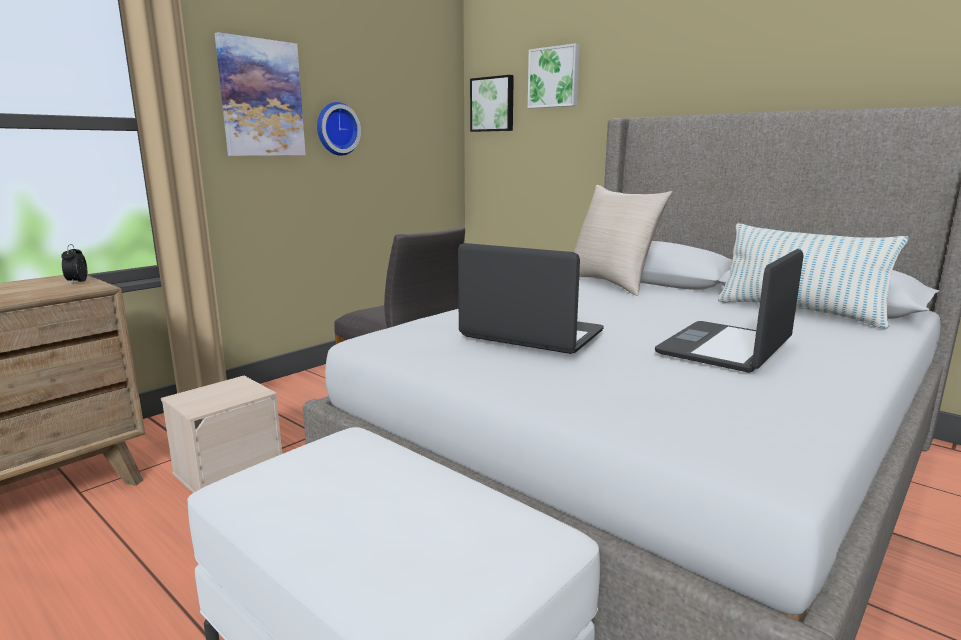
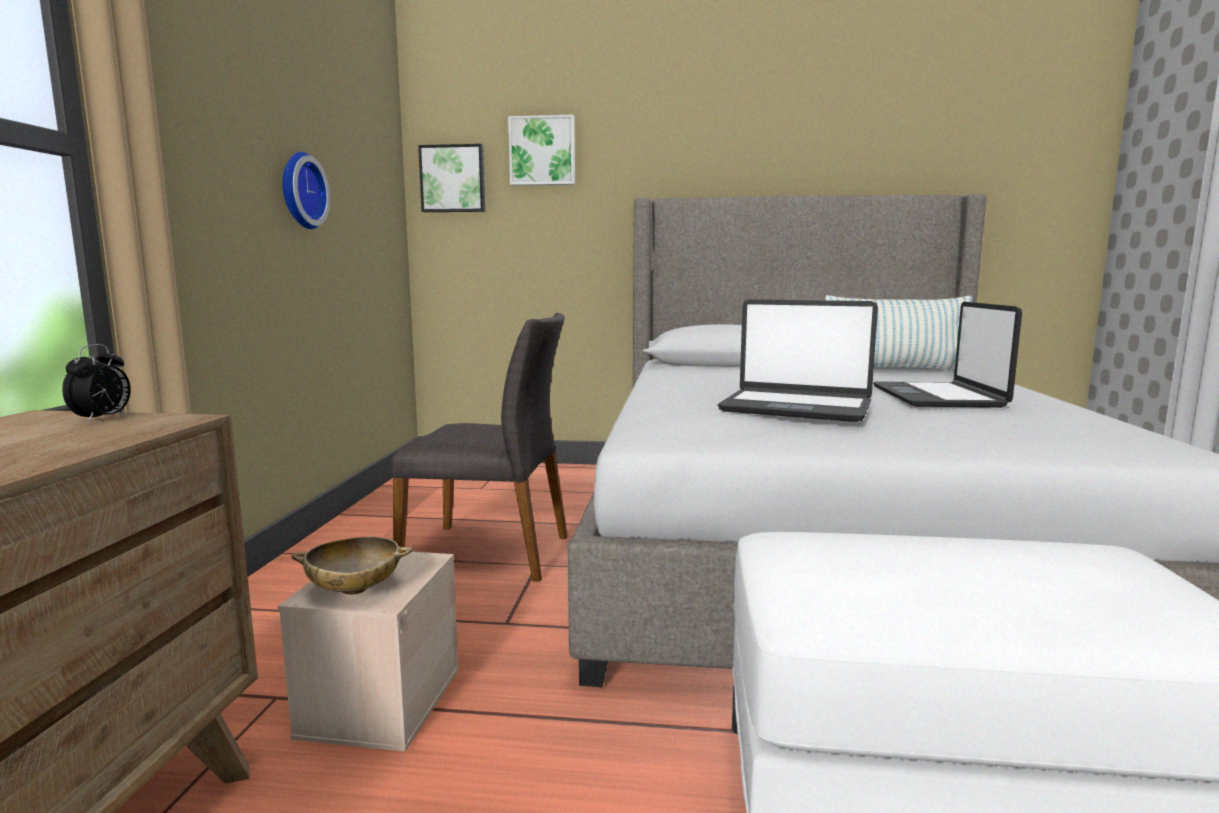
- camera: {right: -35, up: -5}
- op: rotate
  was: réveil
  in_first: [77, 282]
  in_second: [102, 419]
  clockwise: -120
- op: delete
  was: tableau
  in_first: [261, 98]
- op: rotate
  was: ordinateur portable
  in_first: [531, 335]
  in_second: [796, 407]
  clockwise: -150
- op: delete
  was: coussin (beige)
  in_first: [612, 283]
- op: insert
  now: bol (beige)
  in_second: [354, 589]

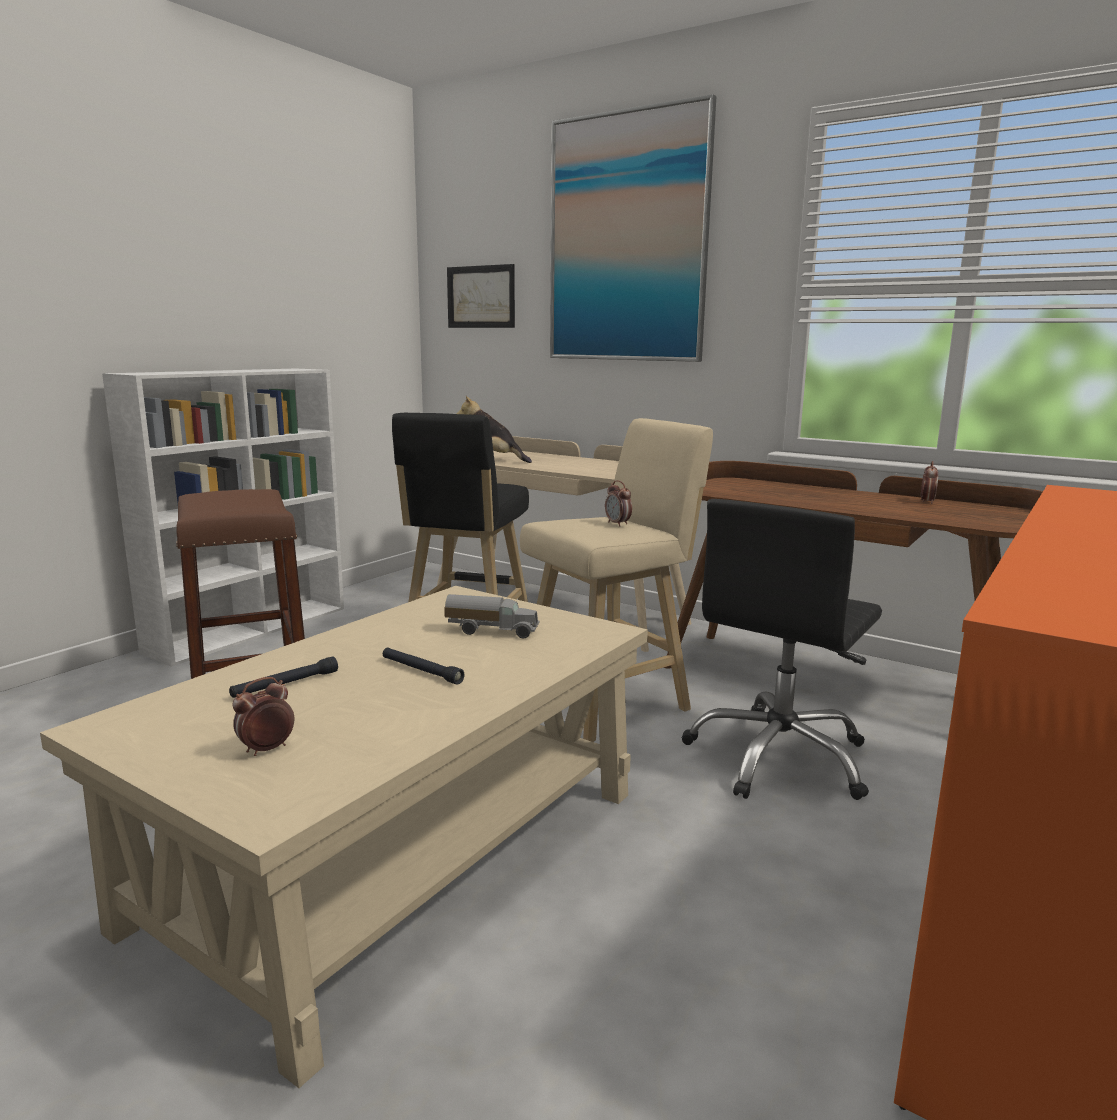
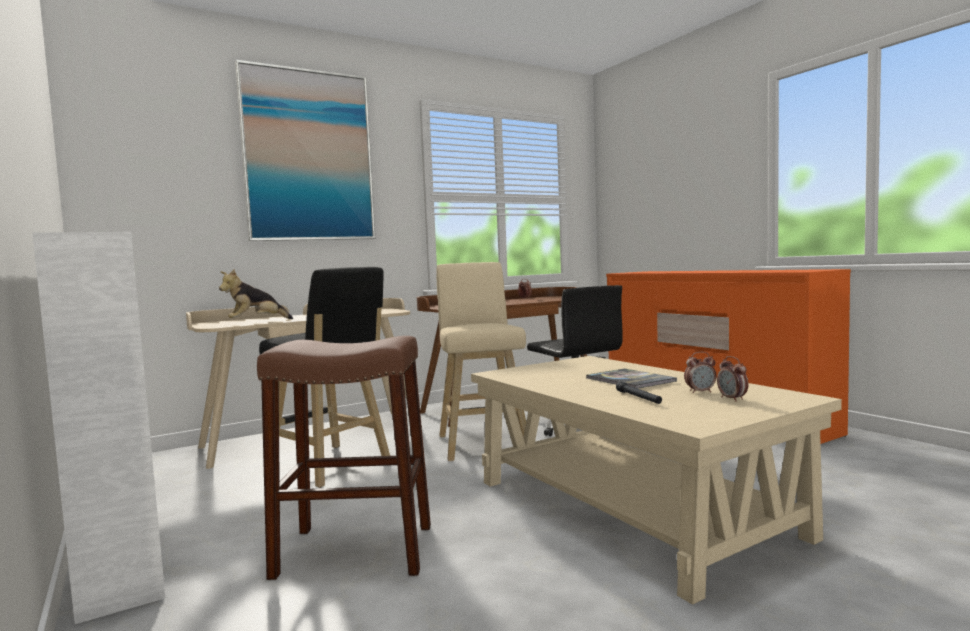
- camera: {right: -65, up: -10}
- op: replace
  was: lampe de poche (noir)
  now: livre
  in_first: [421, 671]
  in_second: [630, 380]
- op: delete
  was: camion jouet
  in_first: [492, 631]
- op: delete
  was: tableau
  in_first: [481, 297]
- op: move
  was: réveil
  in_first: [618, 524]
  in_second: [700, 392]

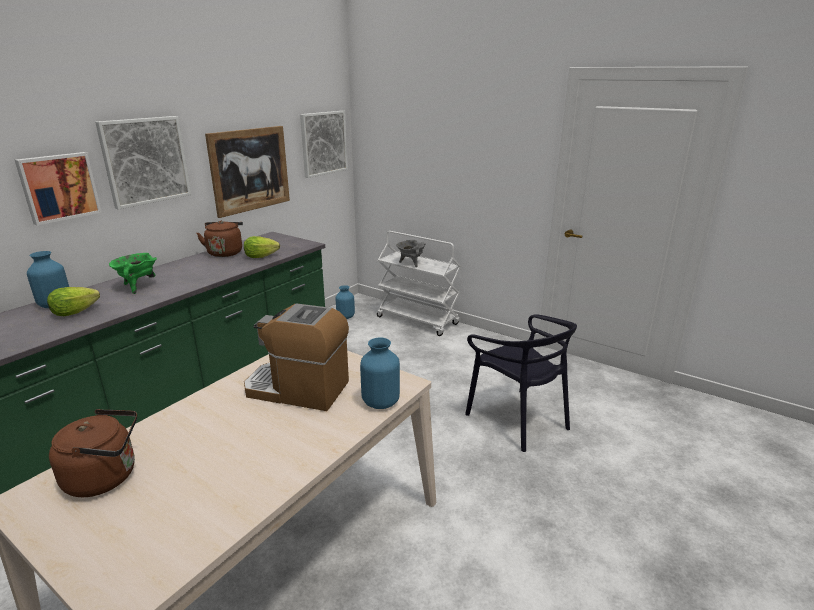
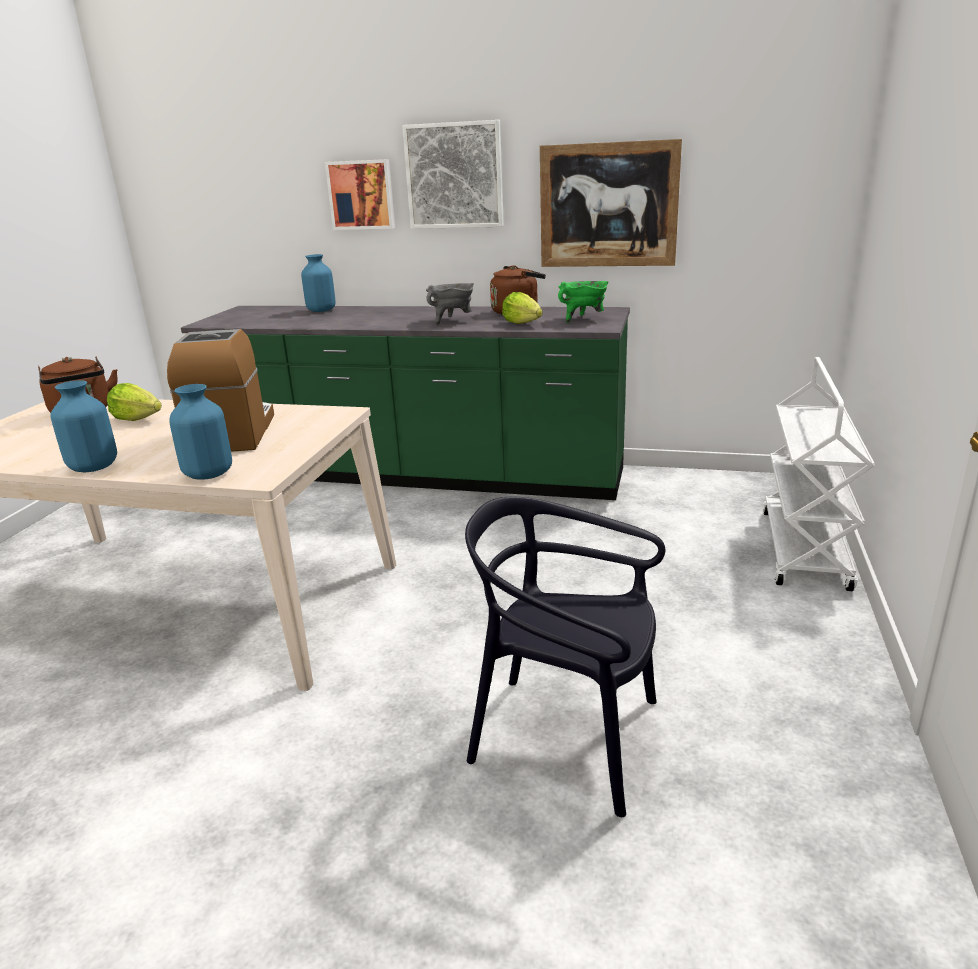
- camera: {right: 70, up: 0}
- op: move
  was: laitue
  in_first: [74, 312]
  in_second: [137, 419]
- op: move
  was: marmite (vert)
  in_first: [138, 287]
  in_second: [583, 319]
- op: delete
  was: tableau
  in_first: [323, 143]
- op: move
  was: vase (bleu)
  in_first: [345, 317]
  in_second: [93, 467]
- op: move
  was: marmite (gris)
  in_first: [411, 263]
  in_second: [452, 321]
- op: rotate
  was: chaise (noir)
  in_first: [517, 419]
  in_second: [567, 737]
  clockwise: 75

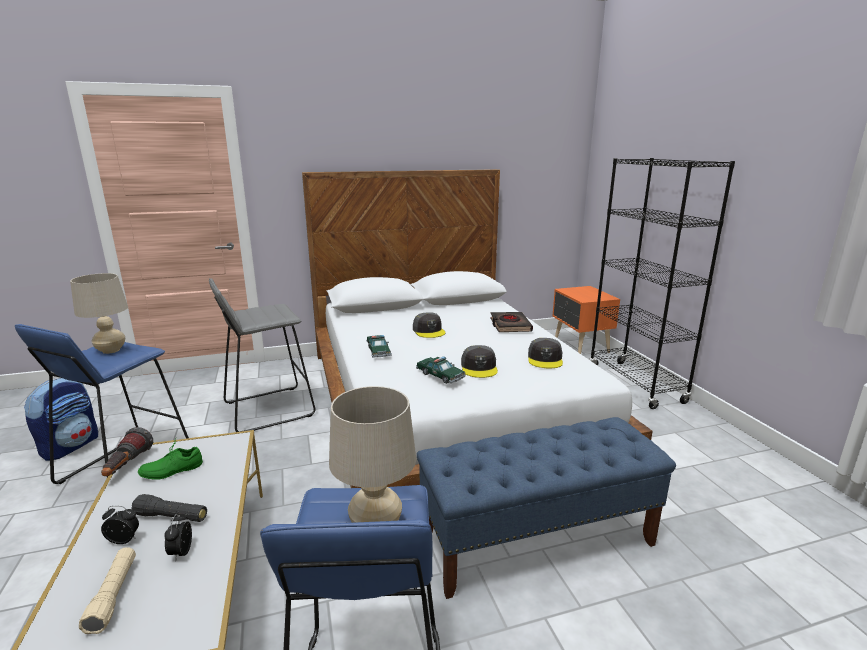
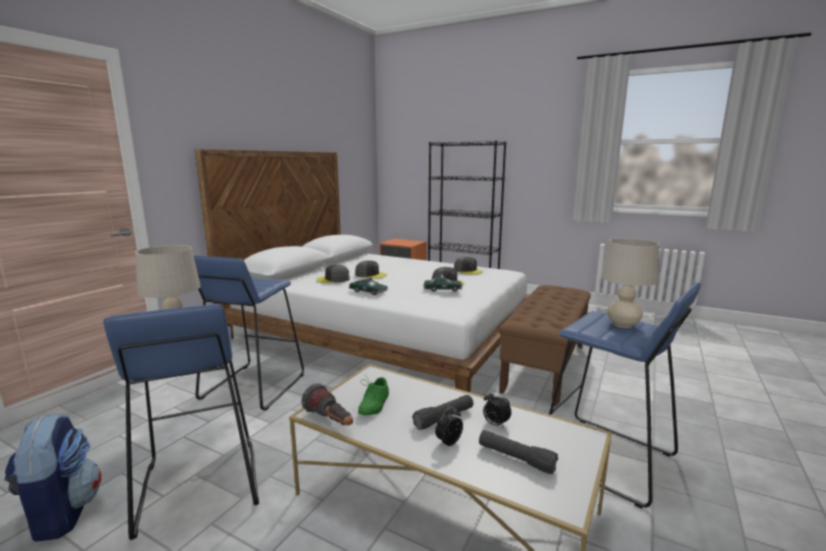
- camera: {right: -45, up: -5}
- op: recolor
  was: lampe de poche (beige)
  now: lampe de poche (noir)
  in_first: [113, 596]
  in_second: [516, 459]
- op: recolor
  was: tabouret (gris)
  now: tabouret (bleu)
  in_first: [268, 409]
  in_second: [253, 387]
- op: recolor
  was: banc (bleu)
  now: banc (marron)
  in_first: [537, 539]
  in_second: [545, 367]
- op: delete
  was: livre (noir)
  in_first: [510, 325]
- op: insert
  now: casquette (gris)
  in_second: [333, 279]

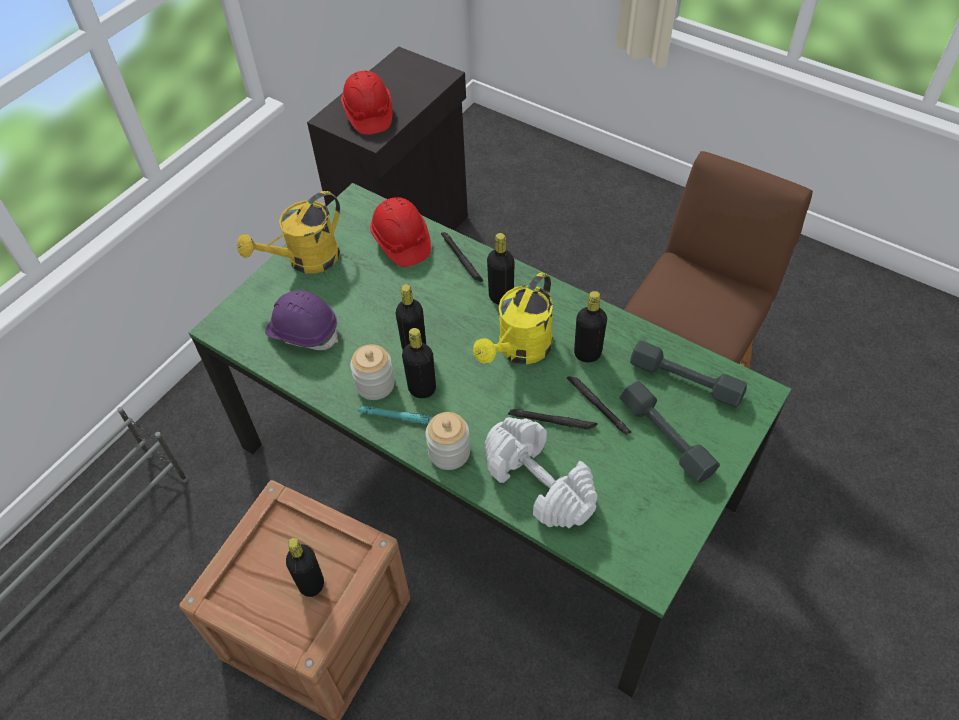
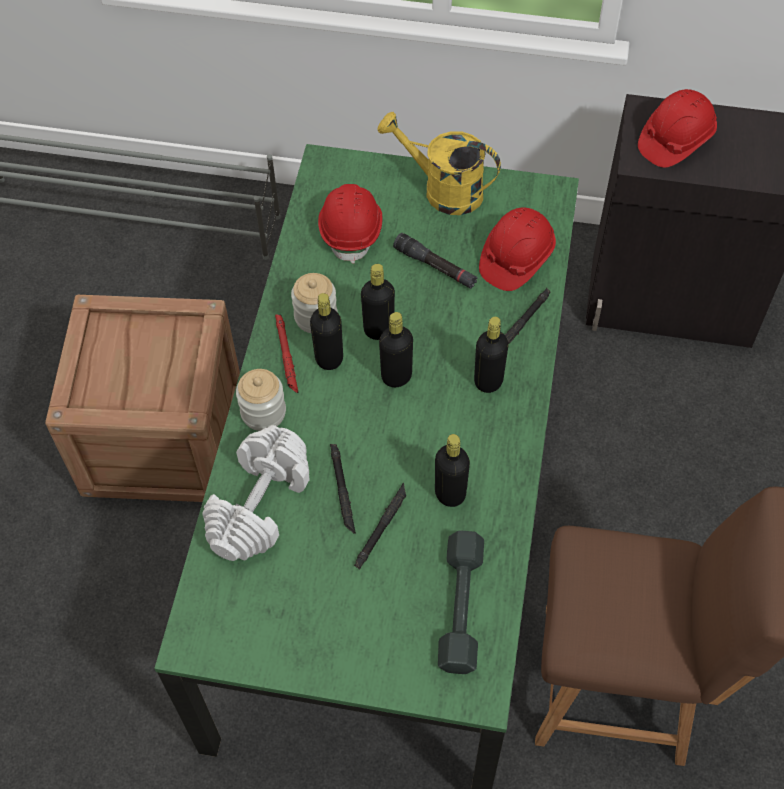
- camera: {right: 65, up: 5}
- op: recolor
  was: casque de chantier (violet)
  now: casque de chantier (rouge)
  in_first: [303, 331]
  in_second: [351, 230]
- op: move
  was: bouteille (noir)
  in_first: [311, 584]
  in_second: [396, 376]
- op: recolor
  was: lampe de poche (turquoise)
  now: lampe de poche (rouge)
  in_first: [401, 417]
  in_second: [286, 355]
- op: delete
  was: arrosoir (jaune)
  in_first: [519, 351]
- op: delete
  was: haltère (gris)
  in_first: [665, 437]
- op: insert
  now: lampe de poche (noir)
  in_second: [435, 267]

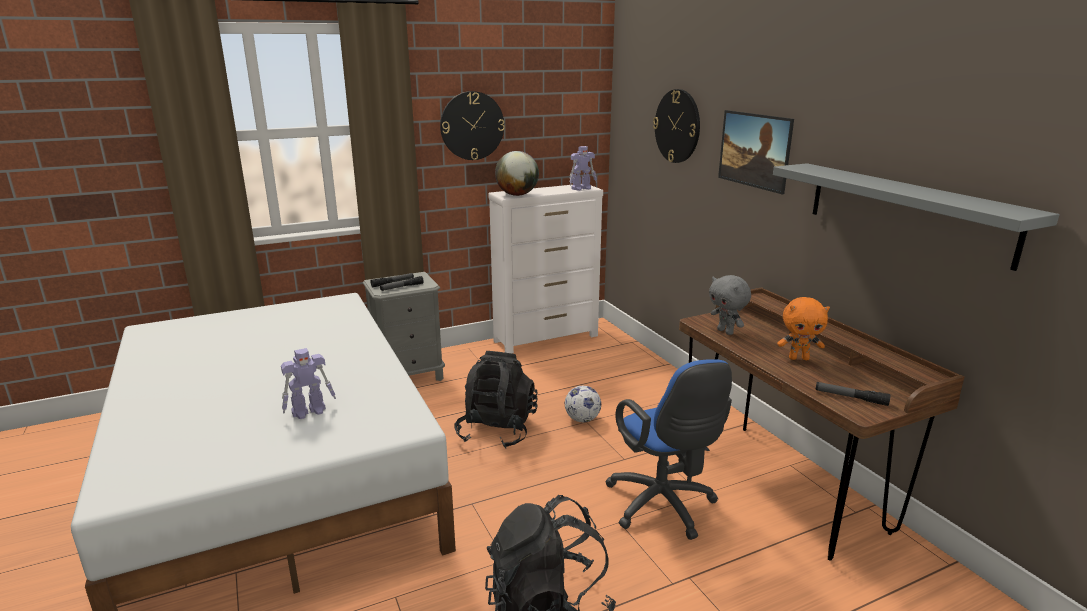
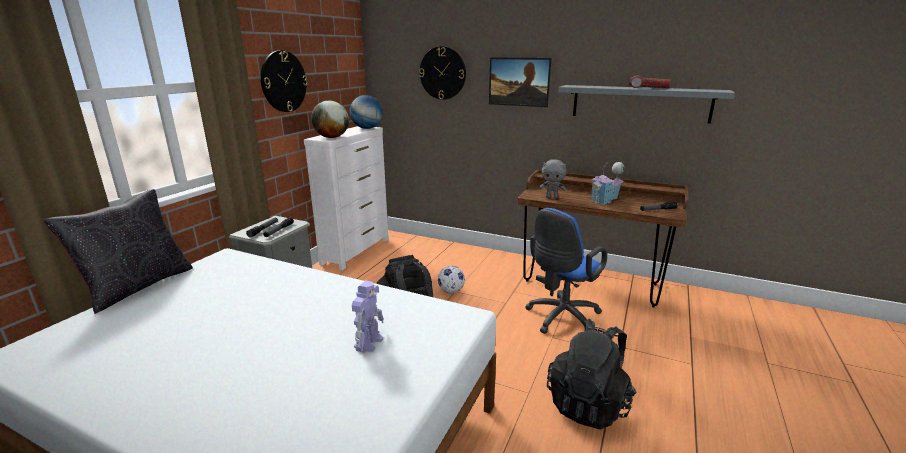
- camera: {right: -40, up: 0}
- op: replace
  was: robot jouet
  now: globe
  in_first: [582, 188]
  in_second: [367, 128]
- op: rotate
  was: chaise de bureau (bleu)
  in_first: [663, 507]
  in_second: [560, 318]
  clockwise: 105
- op: replace
  was: peluche (orange)
  now: maison miniature
  in_first: [799, 358]
  in_second: [605, 200]
- op: insert
  now: coussin (noir)
  in_second: [138, 286]
- op: insert
  now: lampe de poche
  in_second: [648, 88]

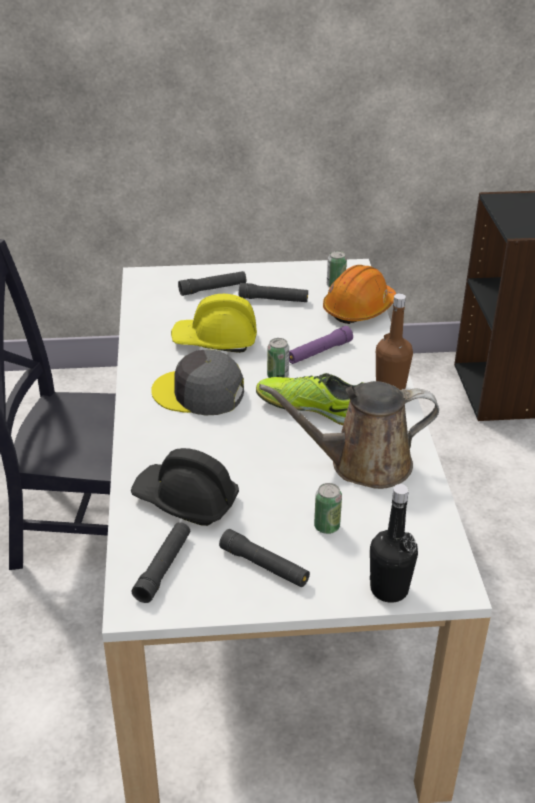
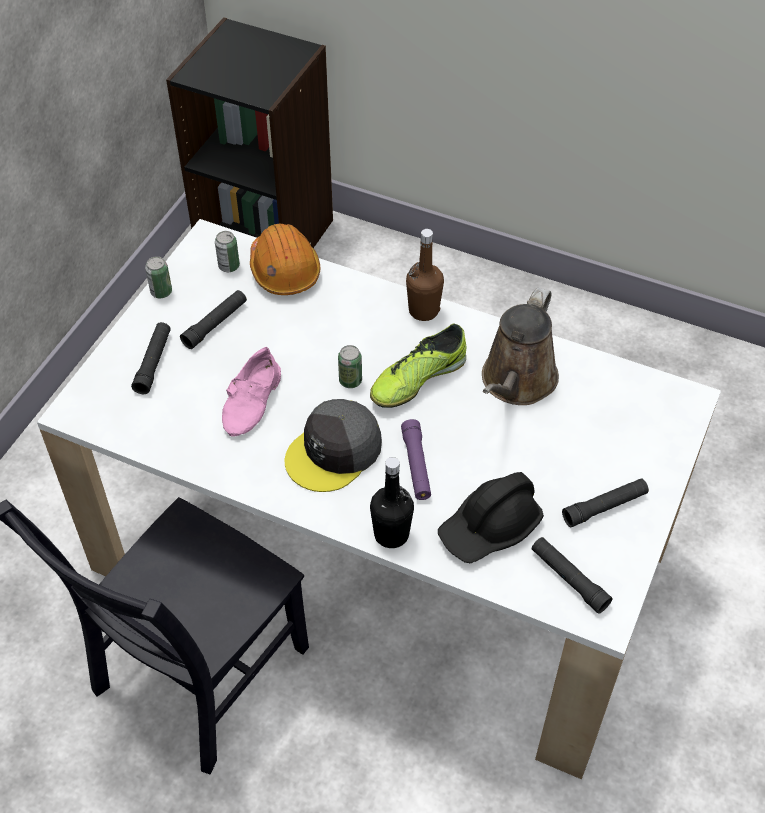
- camera: {right: -60, up: 15}
- op: replace
  was: casque de chantier (jaune)
  now: chaussure (rose)
  in_first: [215, 341]
  in_second: [254, 402]
- op: move
  was: lampe de poche (violet)
  in_first: [319, 352]
  in_second: [416, 465]
- op: move
  was: boîte métallique
  in_first: [326, 526]
  in_second: [161, 292]
- op: move
  was: bouteille (noir)
  in_first: [389, 589]
  in_second: [391, 534]

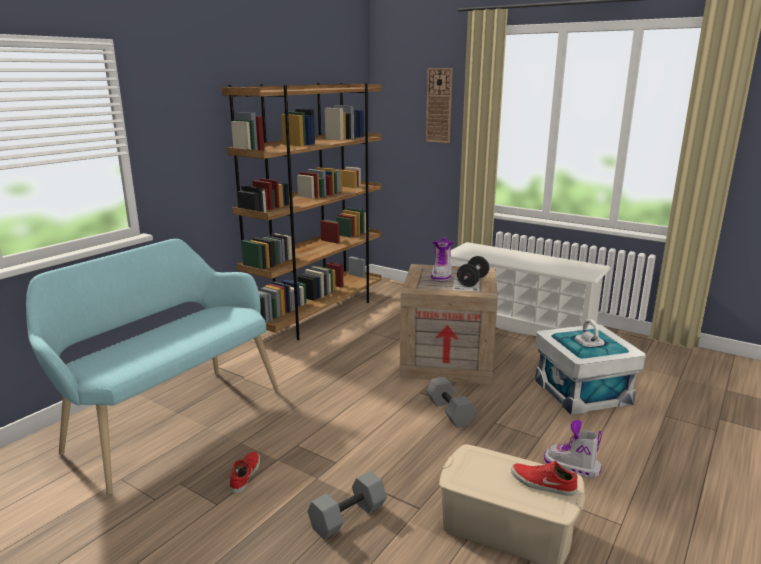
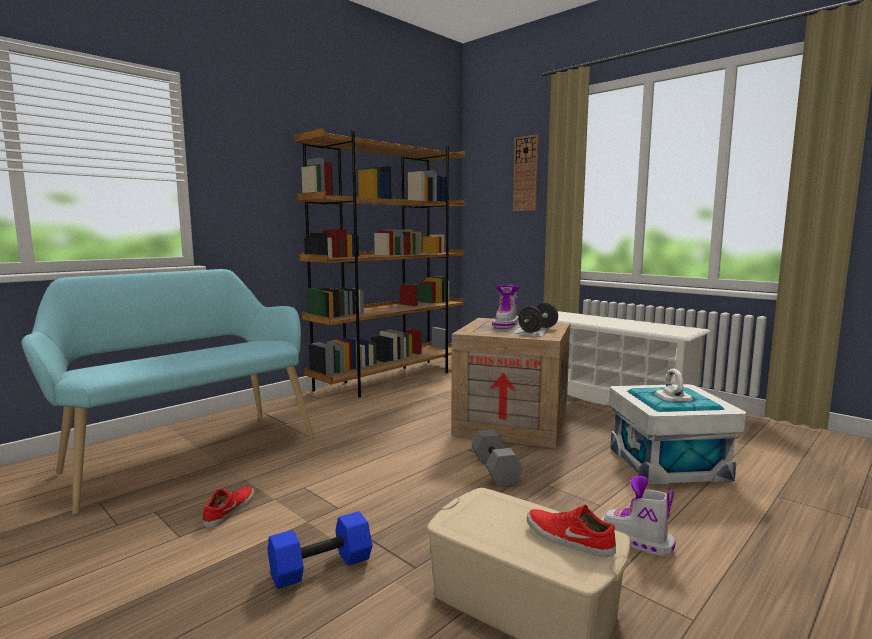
- camera: {right: 10, up: -10}
- op: recolor
  was: haltère (gris)
  now: haltère (bleu)
  in_first: [348, 518]
  in_second: [320, 568]

